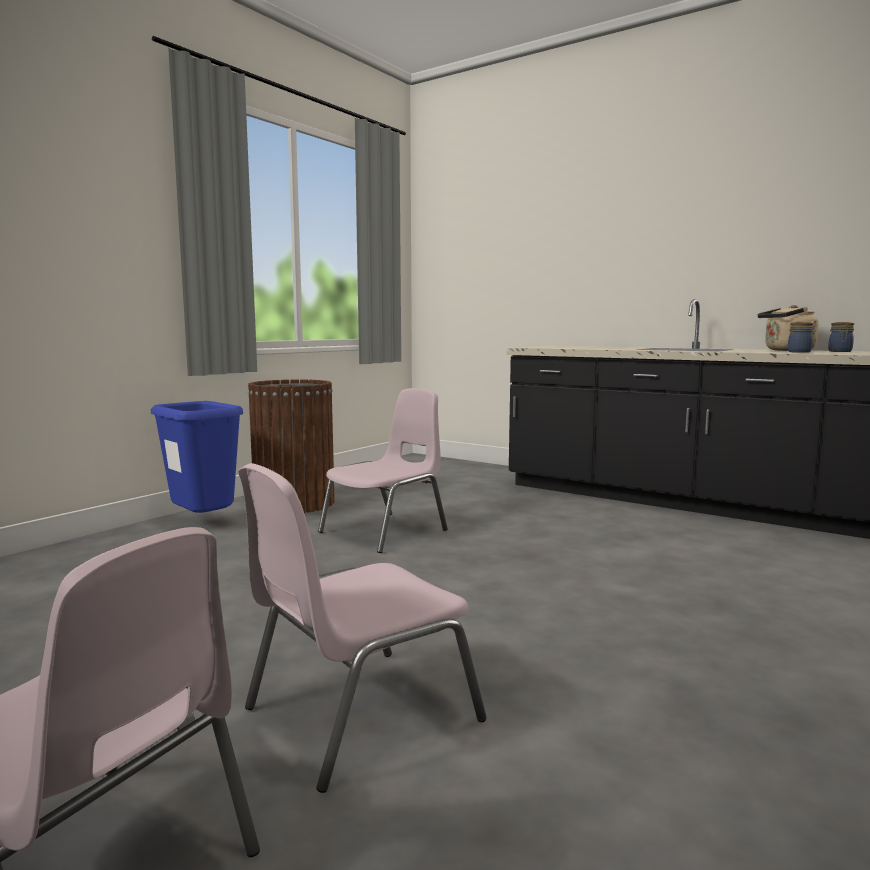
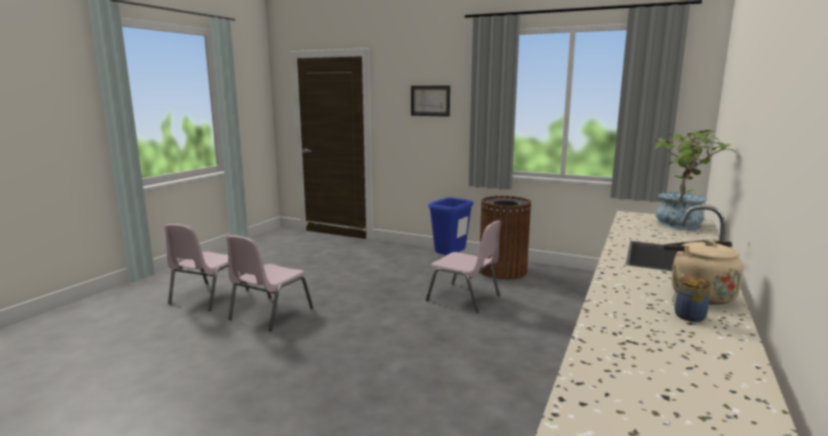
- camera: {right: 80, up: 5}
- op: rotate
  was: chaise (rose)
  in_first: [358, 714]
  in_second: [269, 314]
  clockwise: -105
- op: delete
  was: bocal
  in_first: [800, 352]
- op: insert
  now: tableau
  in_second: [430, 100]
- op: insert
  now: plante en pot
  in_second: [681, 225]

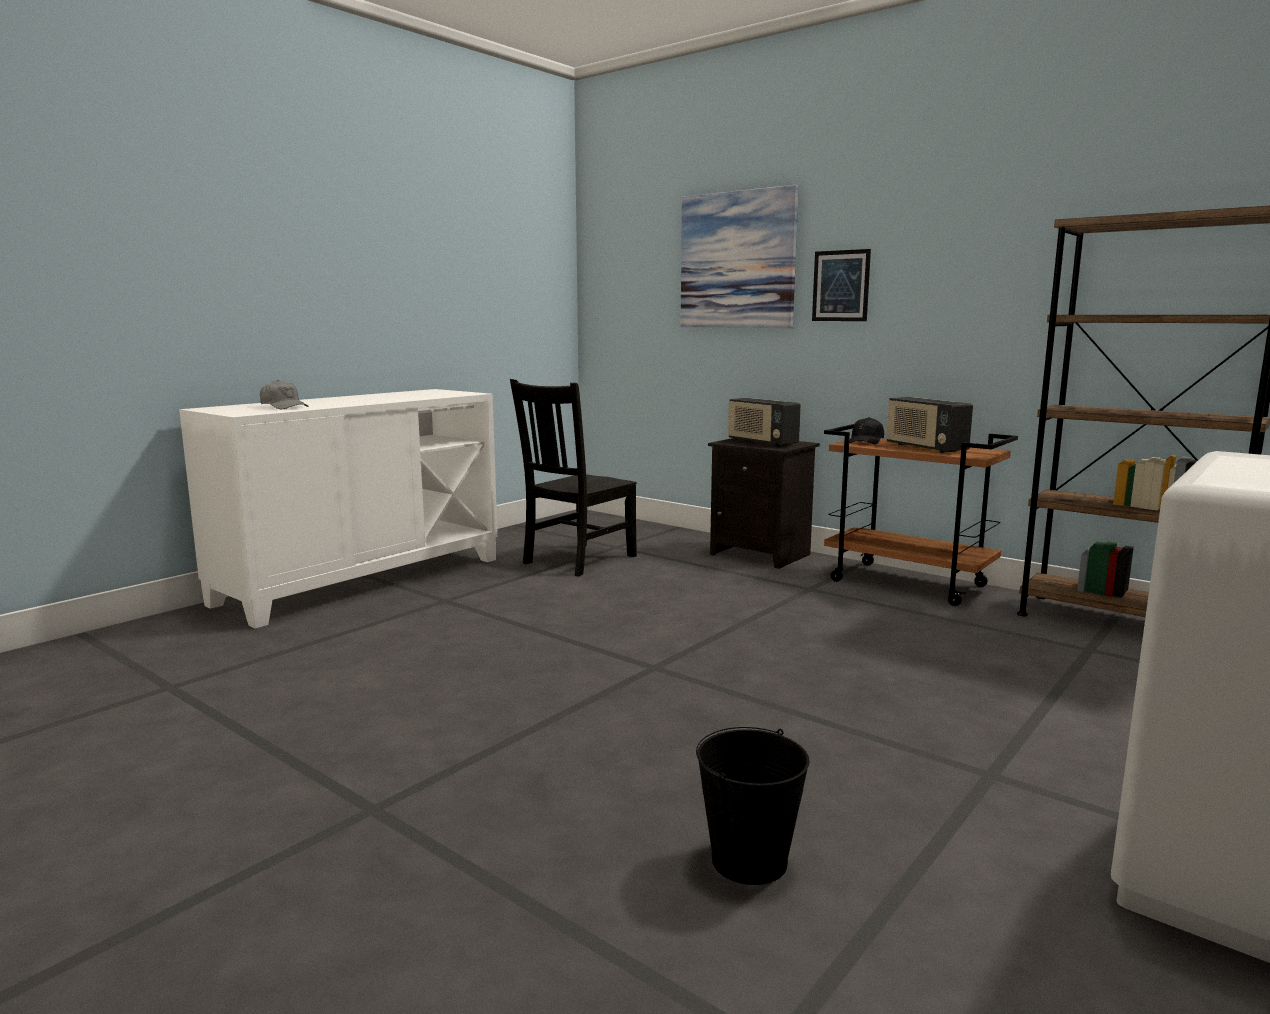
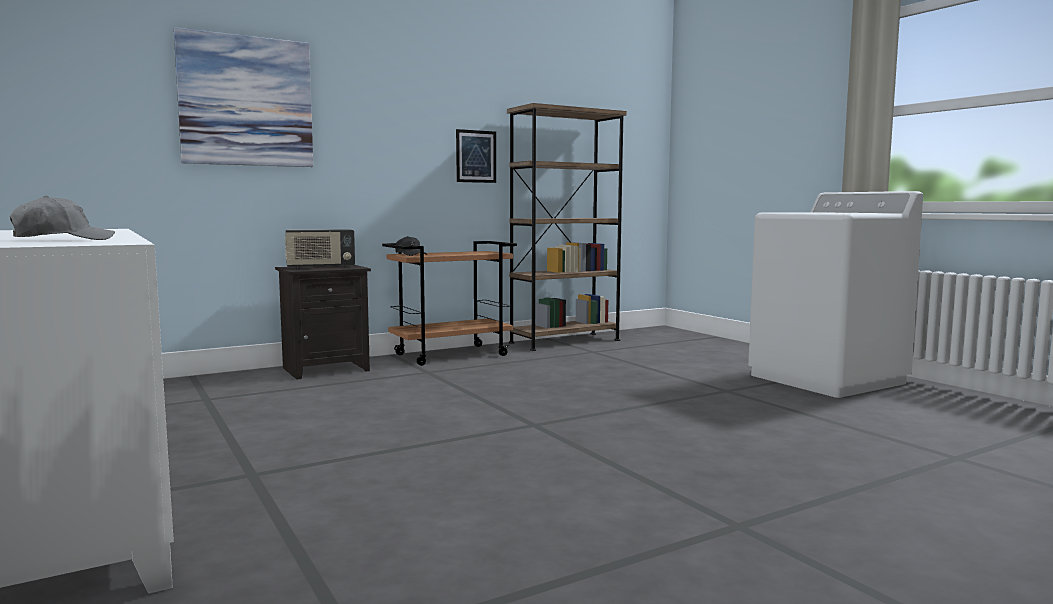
- camera: {right: -70, up: -5}
- op: delete
  was: chaise (noir)
  in_first: [577, 560]
- op: delete
  was: seau (noir)
  in_first: [750, 860]
- op: move
  was: tableau
  in_first: [841, 286]
  in_second: [476, 156]
- op: delete
  was: radio
  in_first: [925, 448]

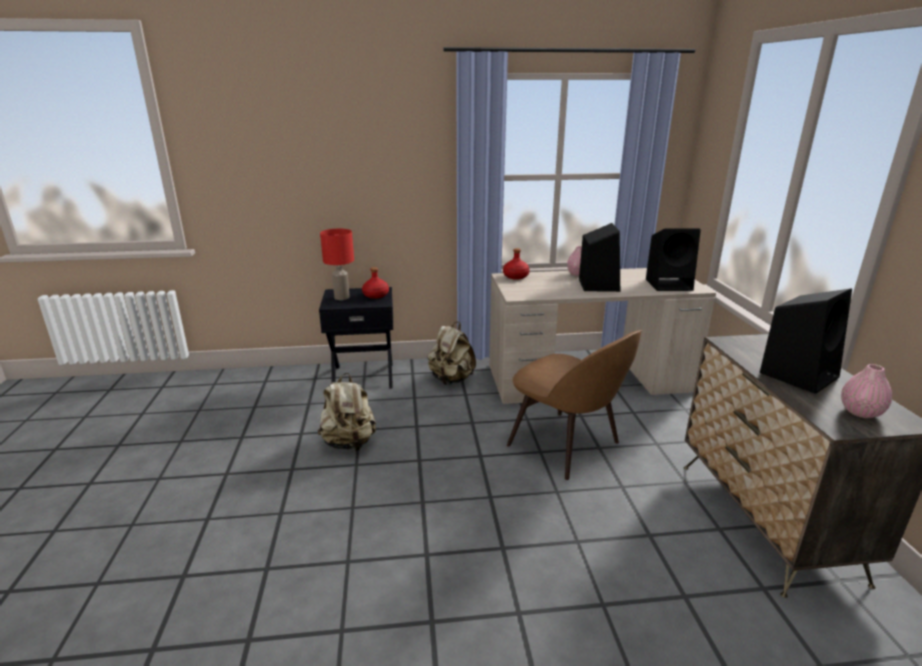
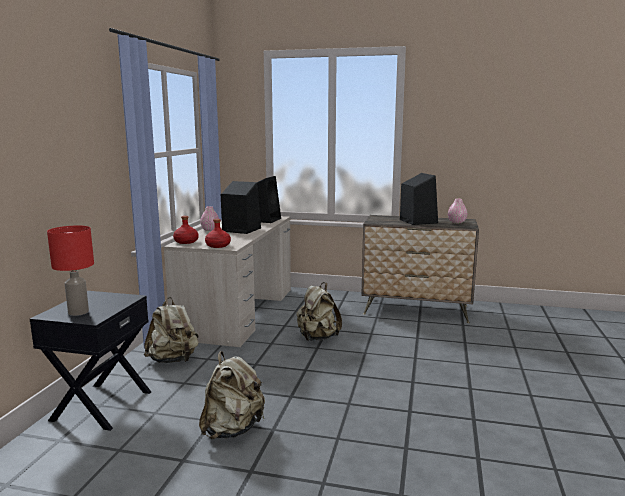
- camera: {right: -70, up: -10}
- op: move
  was: bouteille (rouge)
  in_first: [376, 295]
  in_second: [218, 245]
- op: replace
  was: chaise (marron)
  now: sac à dos (beige)
  in_first: [567, 446]
  in_second: [317, 338]

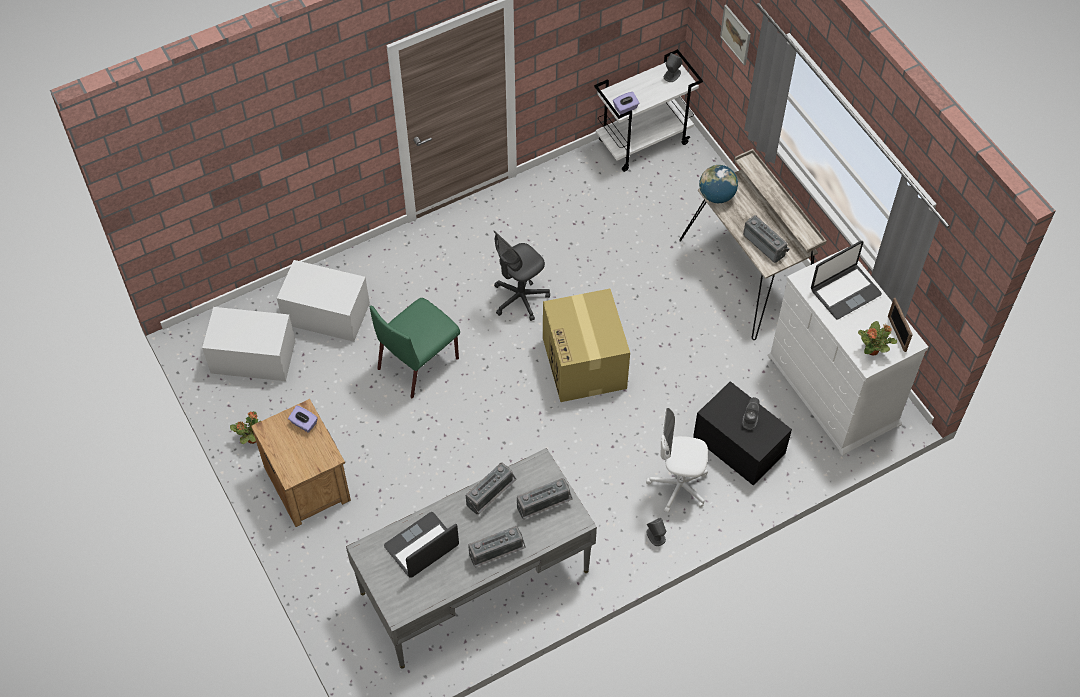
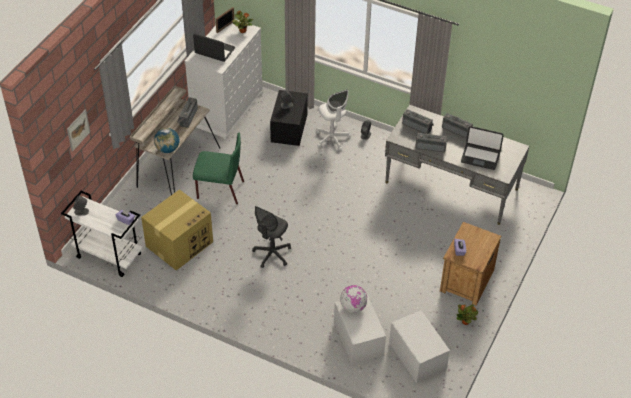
- camera: {right: -125, up: -10}
- op: move
  was: chaise (vert)
  in_first: [419, 362]
  in_second: [219, 190]
- op: rotate
  was: chaise de bureau (gris)
  in_first: [520, 298]
  in_second: [272, 254]
  clockwise: 105
- op: move
  was: carton
  in_first: [585, 364]
  in_second: [180, 243]
- op: insert
  now: globe
  in_second: [353, 307]

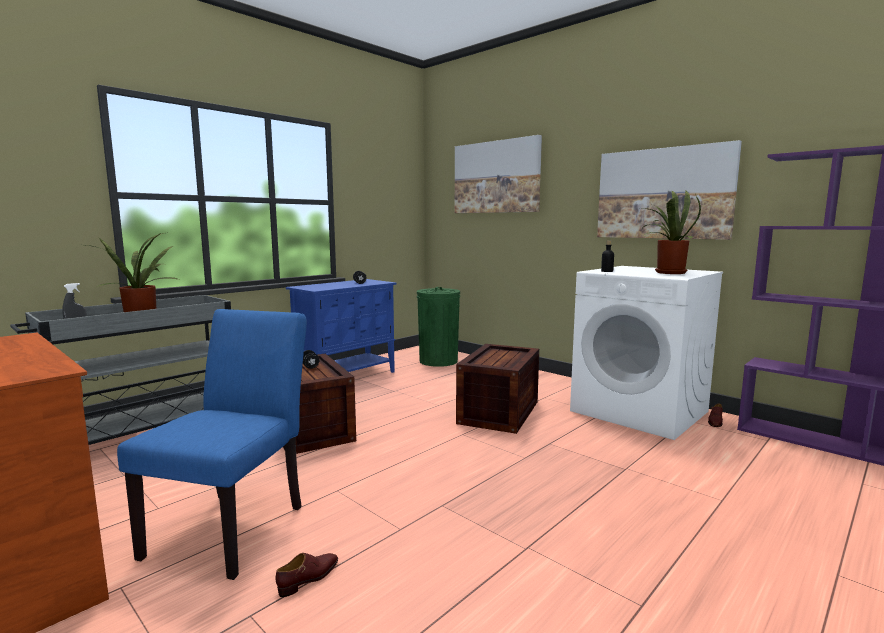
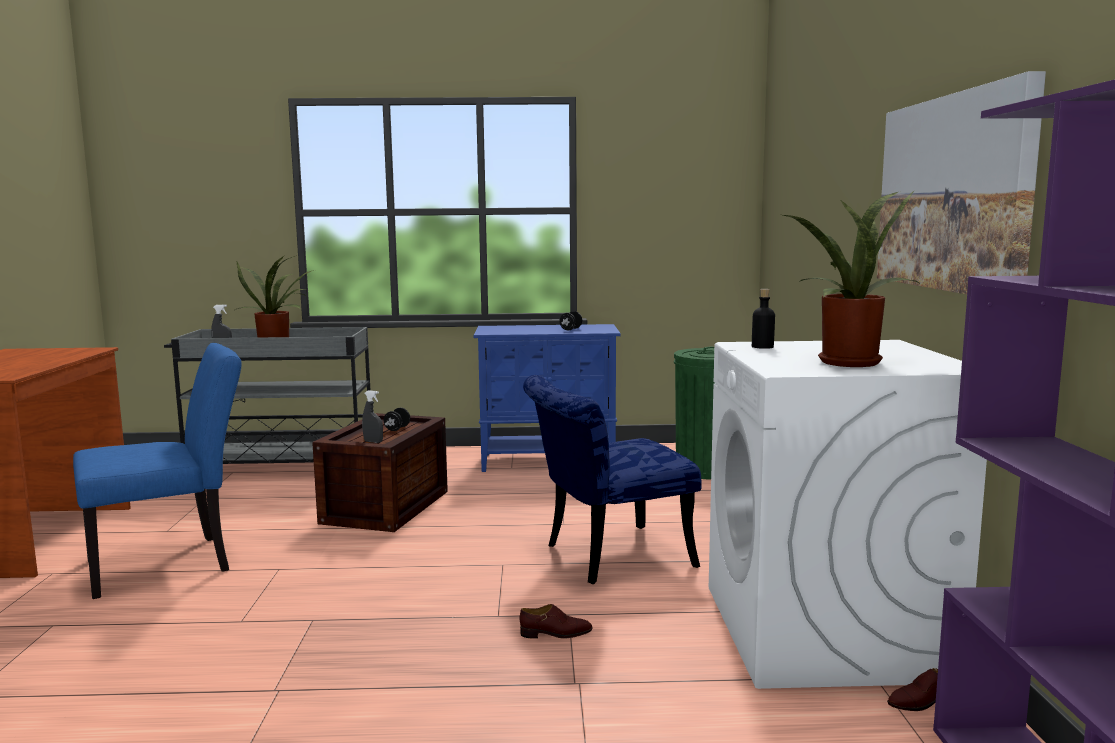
- camera: {right: 45, up: 0}
- op: move
  was: chaussure (marron)
  in_first: [309, 578]
  in_second: [556, 634]
- op: delete
  was: tableau
  in_first: [496, 177]
- op: replace
  was: caisse
  now: chaise (bleu)
  in_first: [498, 413]
  in_second: [606, 557]
- op: insert
  now: vaporisateur (gris)
  in_second: [373, 442]

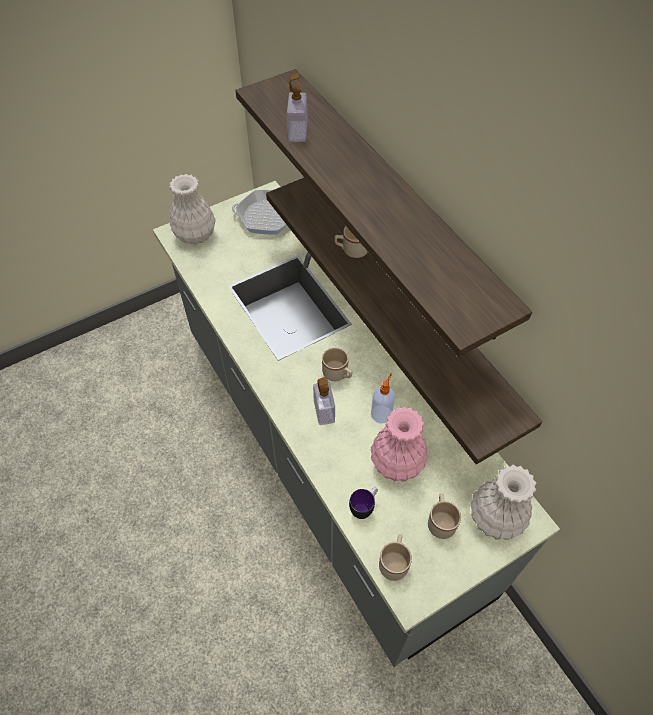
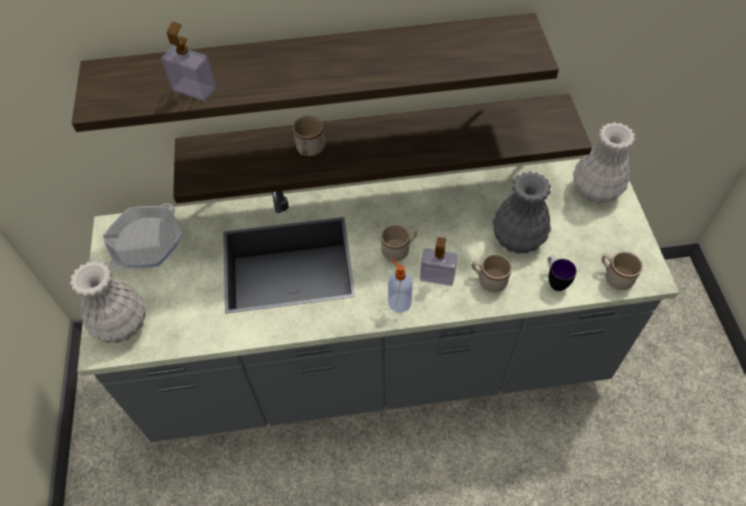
- camera: {right: -65, up: 0}
- op: recolor
  was: vase (rose)
  now: vase (gris)
  in_first: [397, 462]
  in_second: [517, 238]
- op: move
  was: distributeur de savon
  in_first: [381, 413]
  in_second: [399, 302]
- op: move
  was: mug (beige)
  in_first: [441, 521]
  in_second: [488, 280]

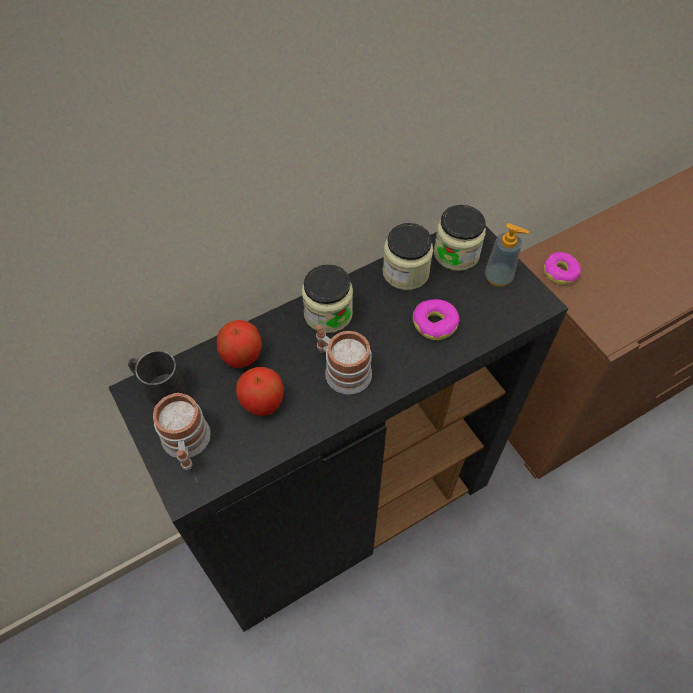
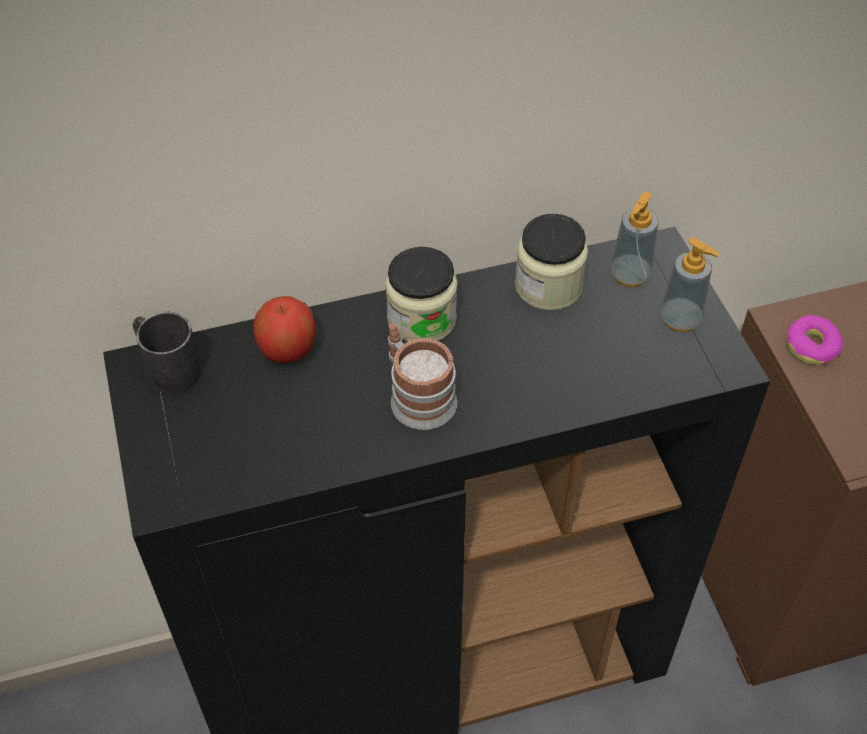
- camera: {right: 15, up: -5}
- op: delete
  was: mug
  in_first: [187, 444]
- op: delete
  was: pomme
  in_first: [262, 402]
- op: delete
  was: beignet
  in_first: [435, 323]
- op: replace
  was: bocal
  now: distributeur de savon
  in_first: [456, 253]
  in_second: [630, 275]

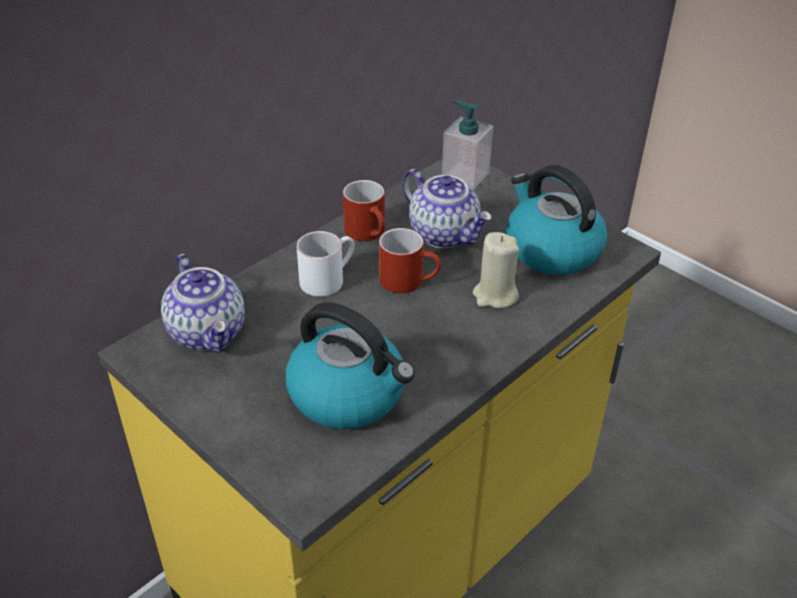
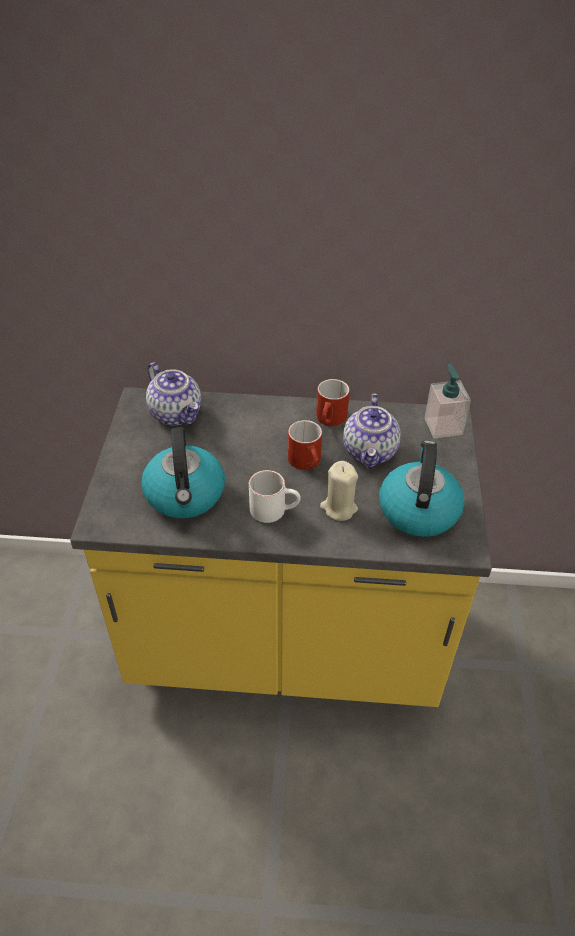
- camera: {right: 50, up: 5}
- op: rotate
  was: théière
  in_first: [208, 332]
  in_second: [176, 413]
  clockwise: -60
- op: move
  was: mug (blanc)
  in_first: [327, 278]
  in_second: [274, 509]

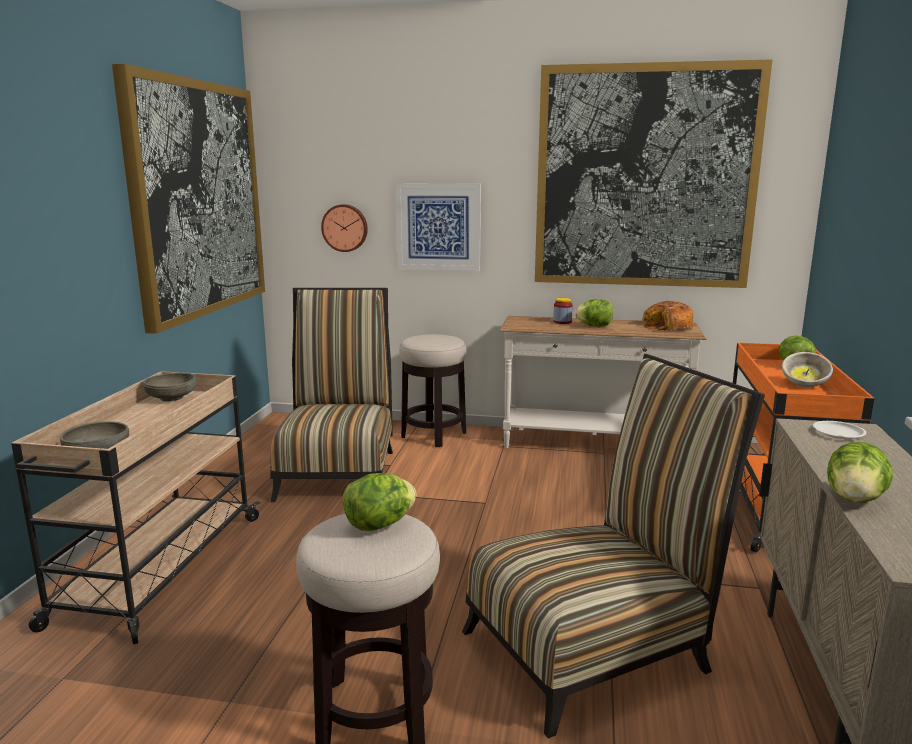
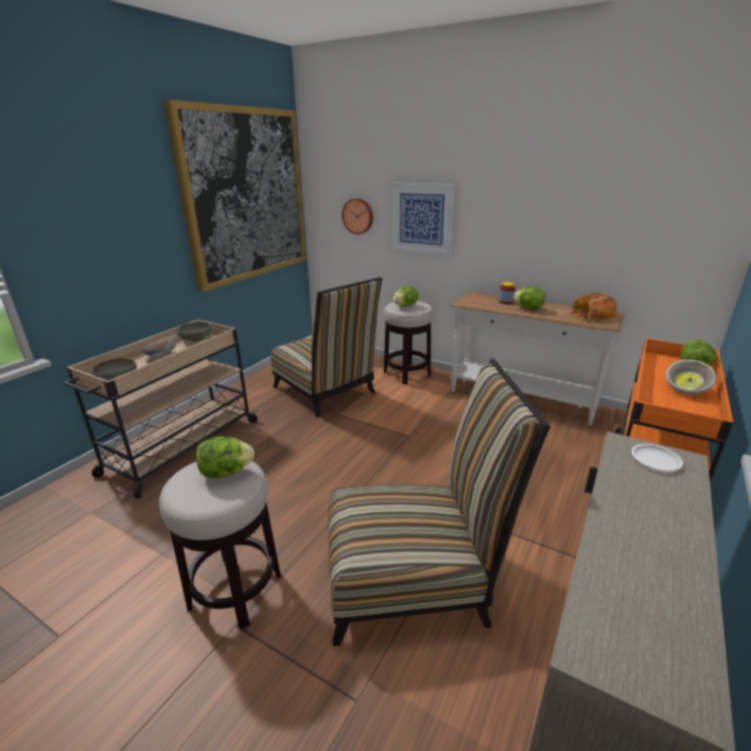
- camera: {right: 20, up: 10}
- op: rotate
  was: chaise
  in_first: [338, 470]
  in_second: [327, 392]
  clockwise: 120
- op: delete
  was: tableau
  in_first: [644, 178]
- op: move
  was: laitue
  in_first: [854, 499]
  in_second: [405, 306]
- op: insert
  now: bol
  in_second: [162, 356]

